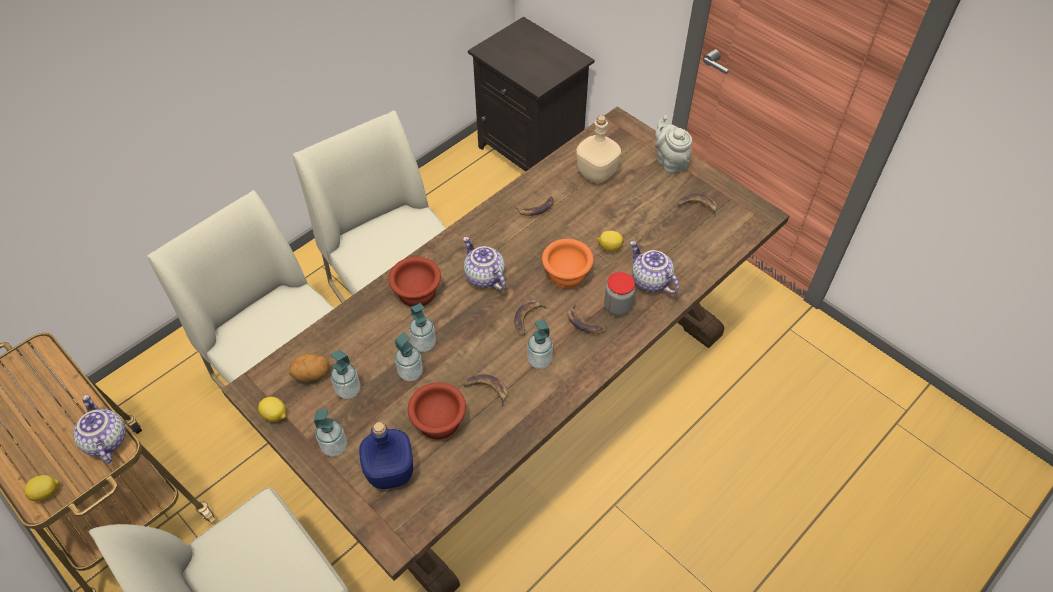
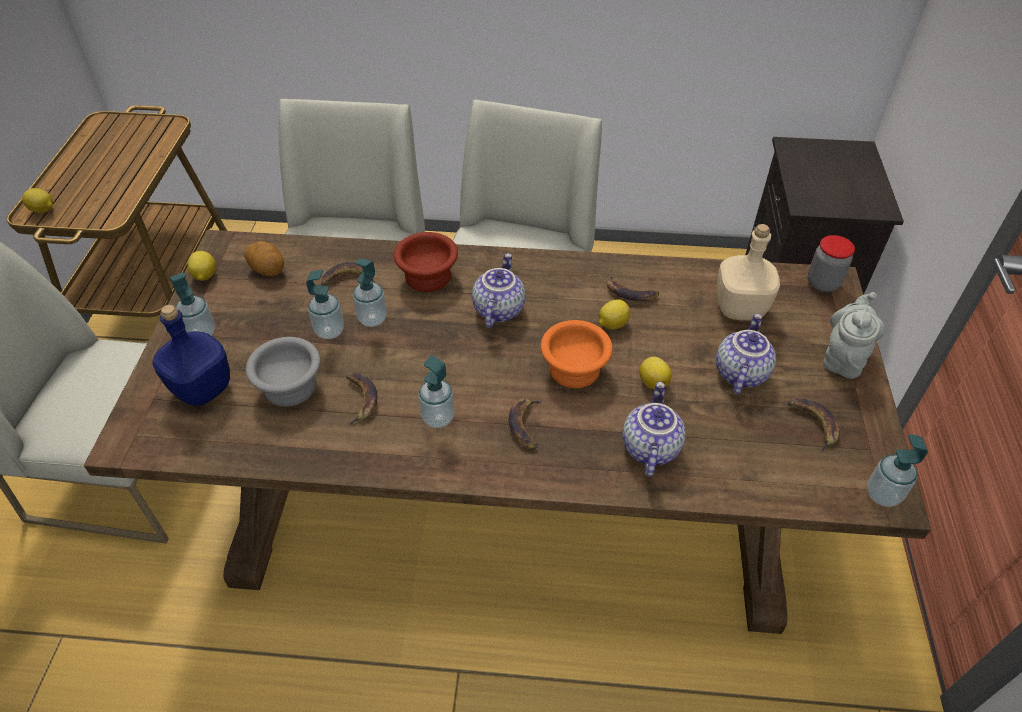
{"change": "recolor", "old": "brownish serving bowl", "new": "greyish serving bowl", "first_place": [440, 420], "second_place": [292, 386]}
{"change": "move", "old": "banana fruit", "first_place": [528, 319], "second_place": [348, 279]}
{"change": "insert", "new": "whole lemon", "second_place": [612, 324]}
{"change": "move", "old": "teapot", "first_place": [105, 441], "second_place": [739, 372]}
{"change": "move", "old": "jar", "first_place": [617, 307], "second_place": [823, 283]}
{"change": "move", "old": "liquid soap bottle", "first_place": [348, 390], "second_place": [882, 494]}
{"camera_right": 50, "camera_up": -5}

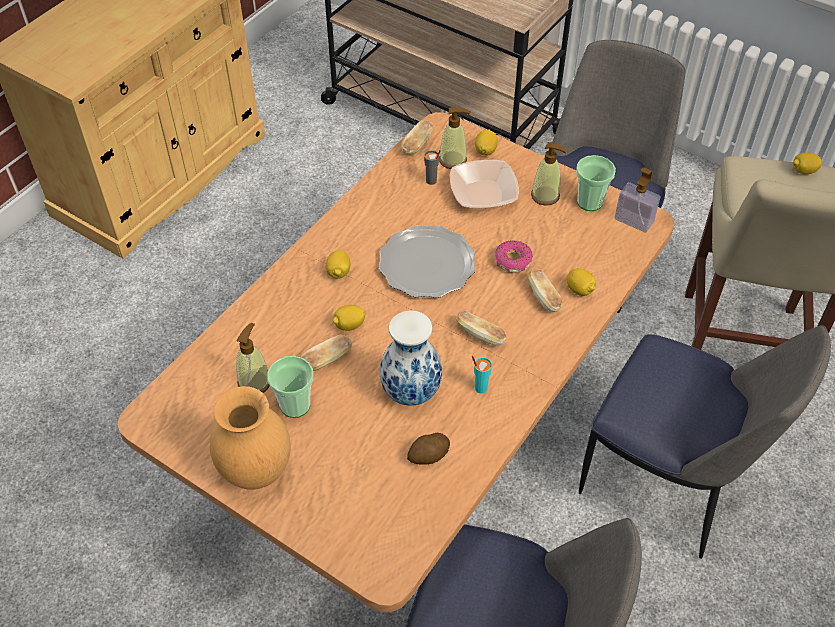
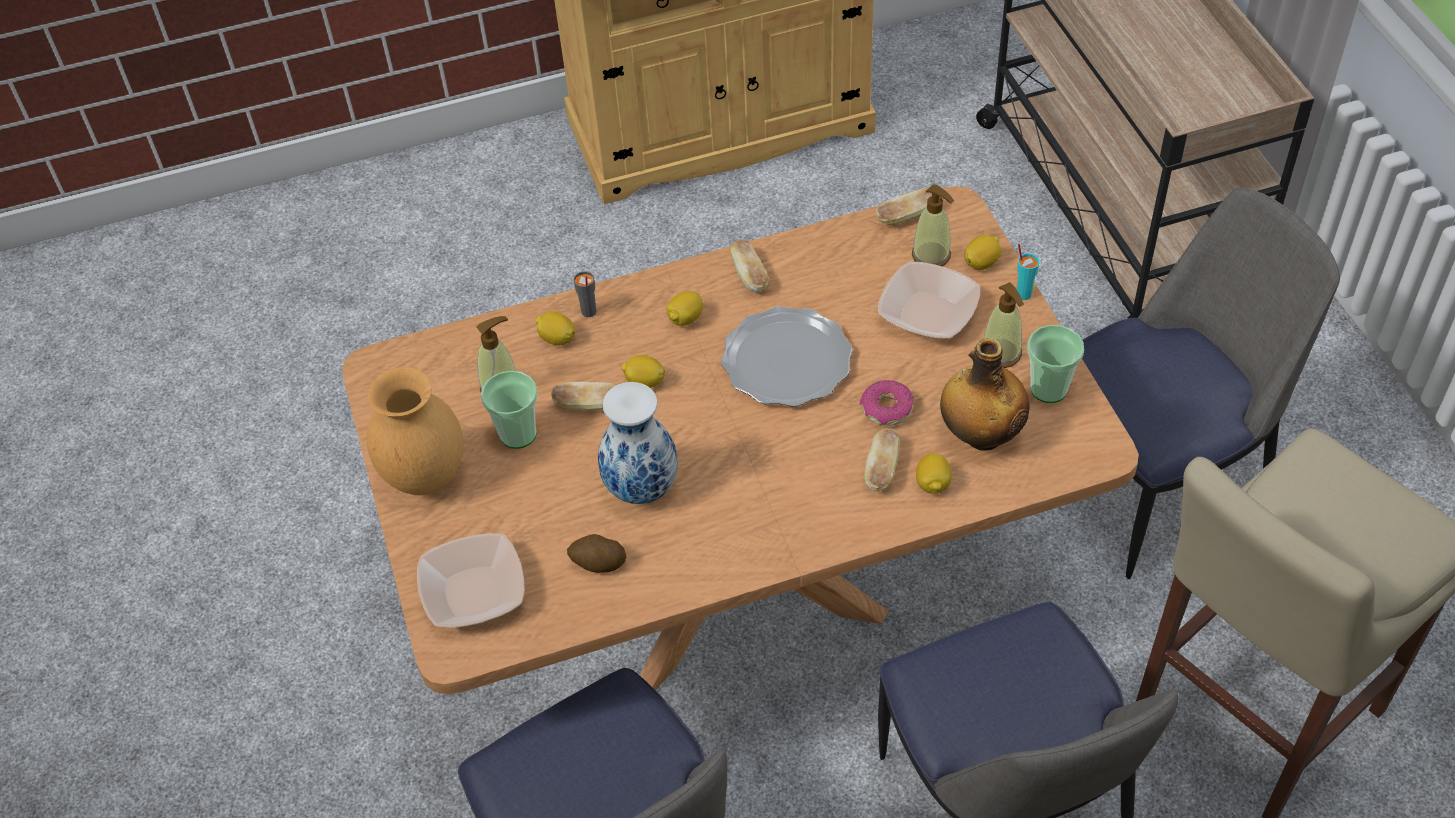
{"change": "insert", "new": "serving bowl", "second_place": [474, 592]}
{"change": "move", "old": "whole lemon", "first_place": [803, 171], "second_place": [557, 338]}
{"change": "move", "old": "greyish drinking cup", "first_place": [431, 181], "second_place": [588, 312]}
{"change": "move", "old": "baked bread", "first_place": [480, 335], "second_place": [750, 275]}
{"change": "insert", "new": "drink bottle", "second_place": [981, 434]}
{"change": "move", "old": "turquoise drinking cup", "first_place": [480, 388], "second_place": [1023, 294]}
{"change": "delete", "old": "liquid soap bottle", "first_place": [634, 220]}
{"camera_right": 40, "camera_up": 0}

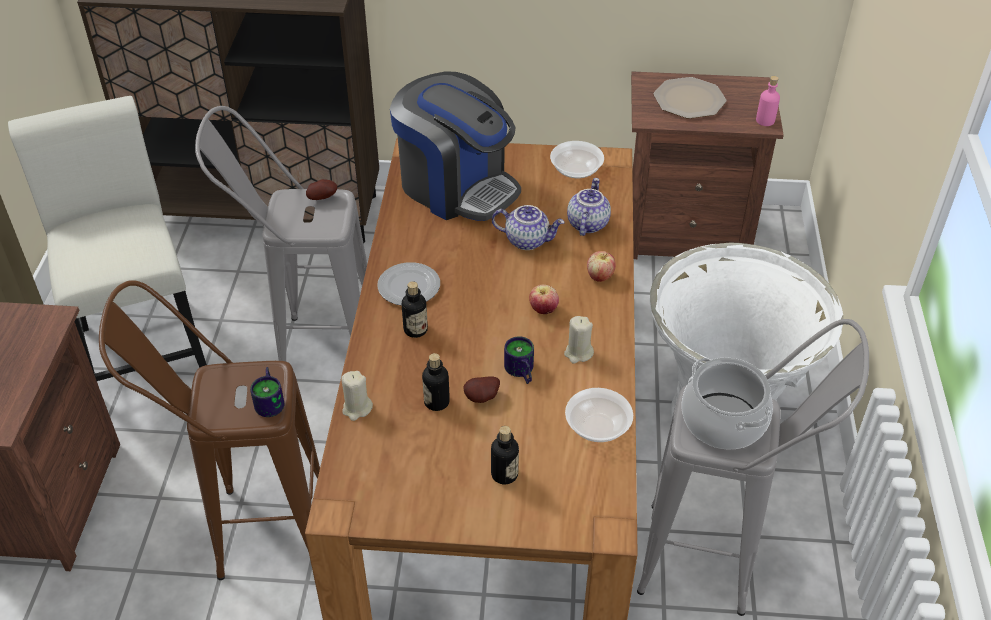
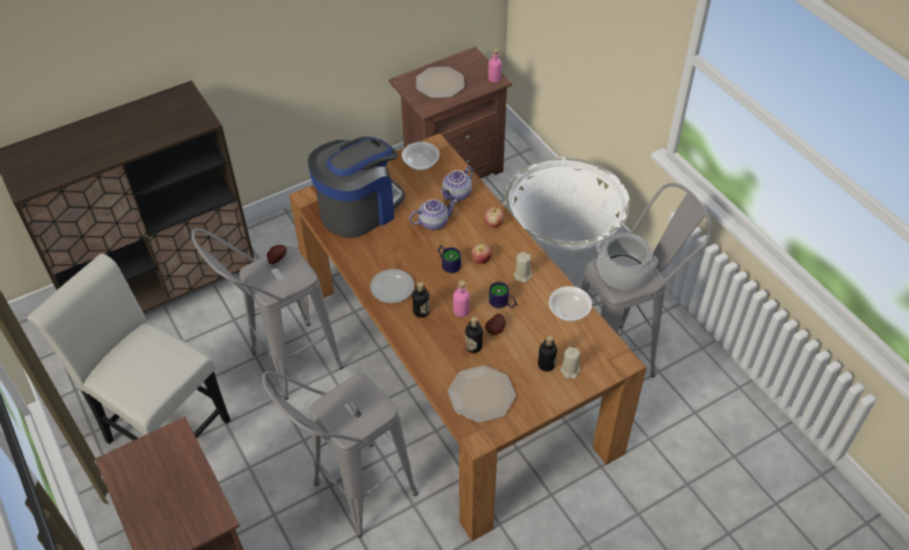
{"change": "recolor", "old": "brownish stool", "new": "greyish stool", "first_place": [251, 531], "second_place": [352, 498]}
{"change": "rotate", "old": "coffee machine", "first_place": [456, 186], "second_place": [359, 209], "degrees": -45}
{"change": "move", "old": "coffee mug", "first_place": [271, 400], "second_place": [449, 263]}
{"change": "rotate", "old": "teapot", "first_place": [586, 223], "second_place": [457, 194], "degrees": -120}
{"change": "insert", "new": "plate", "second_place": [480, 394]}
{"change": "insert", "new": "pinkish drink bottle", "second_place": [461, 310]}
{"change": "move", "old": "beige wax light", "first_place": [357, 408], "second_place": [570, 370]}
{"camera_right": -35, "camera_up": 5}

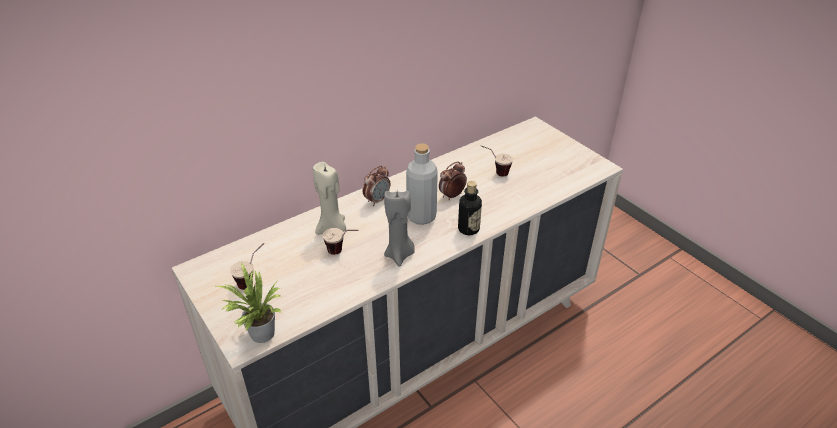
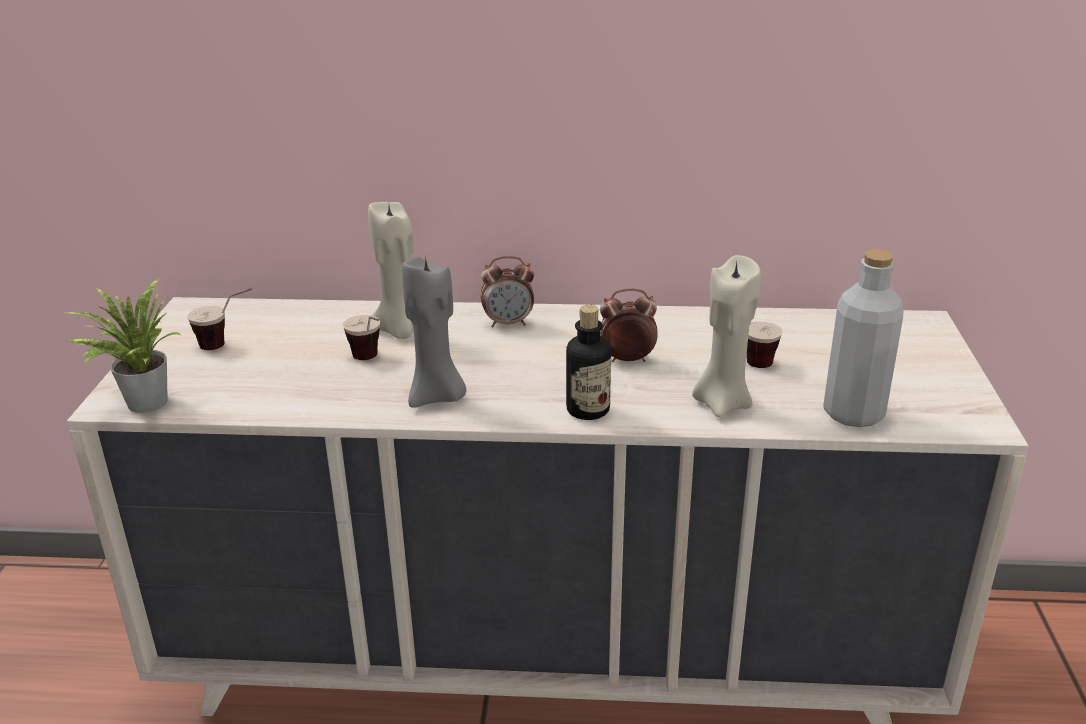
{"change": "insert", "new": "beige wax light", "second_place": [722, 403]}
{"change": "move", "old": "greyish drink bottle", "first_place": [421, 216], "second_place": [853, 413]}
{"camera_right": 40, "camera_up": -10}

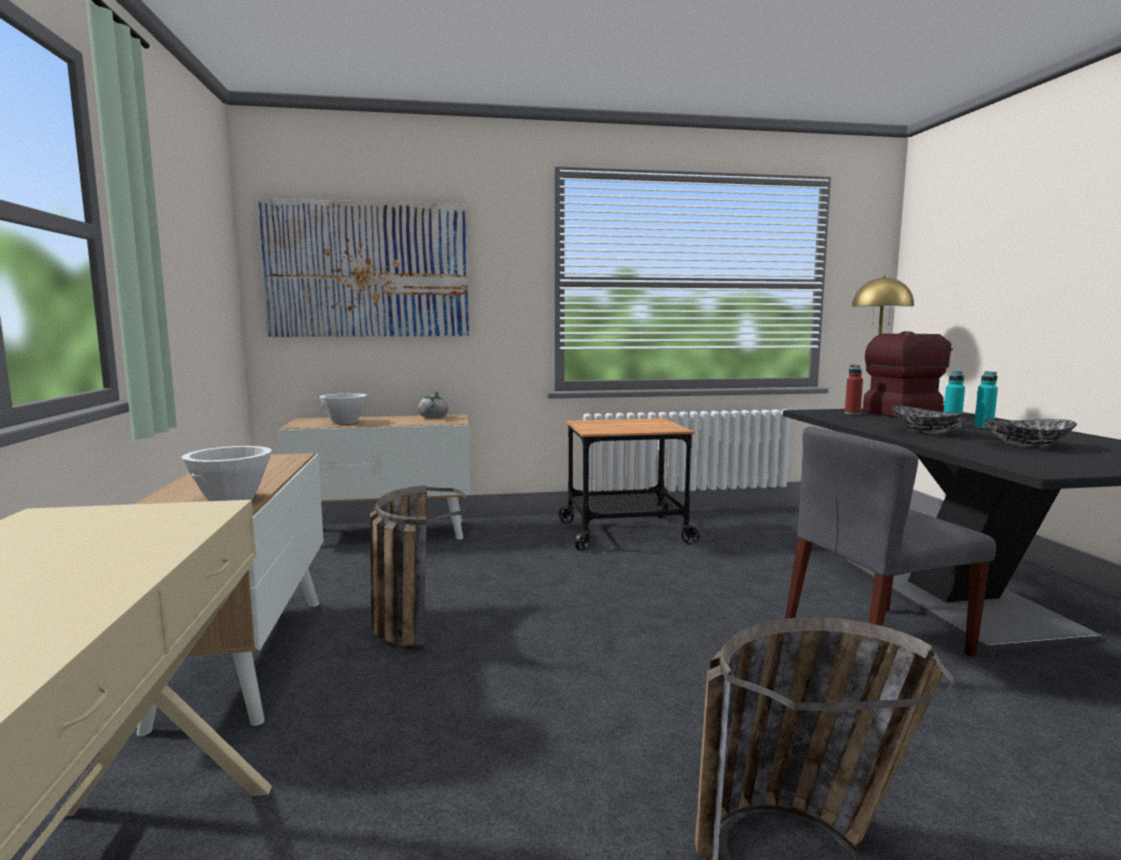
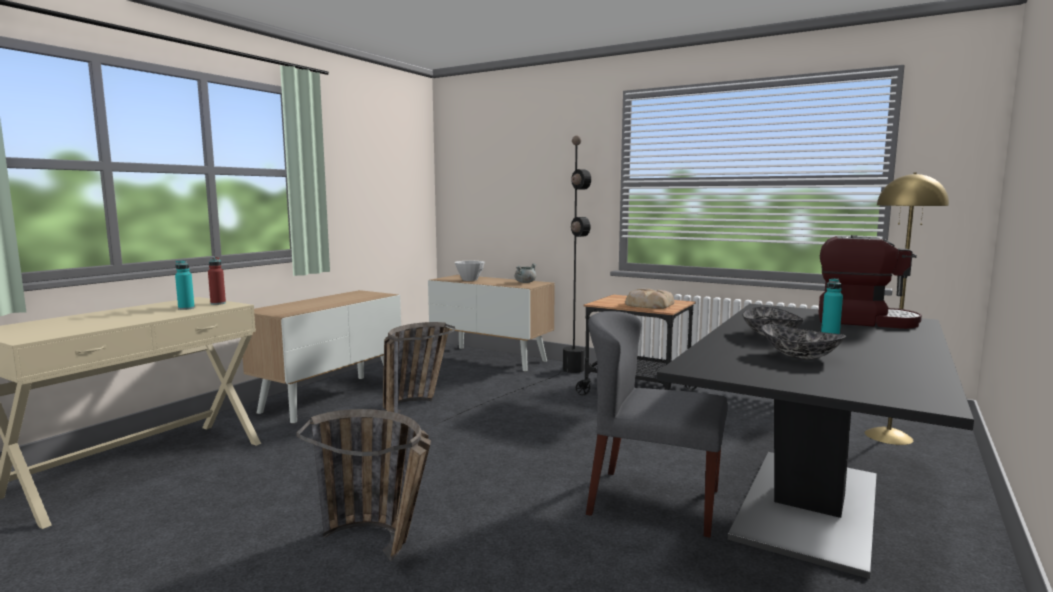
{"change": "move", "old": "turquoise drink bottle", "first_place": [983, 427], "second_place": [186, 308]}
{"change": "move", "old": "red drink bottle", "first_place": [852, 413], "second_place": [218, 303]}
{"change": "insert", "new": "blackish standing lamp", "second_place": [537, 384]}
{"change": "insert", "new": "baked bread", "second_place": [648, 304]}
{"change": "delete", "old": "whitish serving bowl", "first_place": [232, 499]}
{"change": "delete", "old": "wall picture", "first_place": [368, 270]}
{"camera_right": 40, "camera_up": 0}

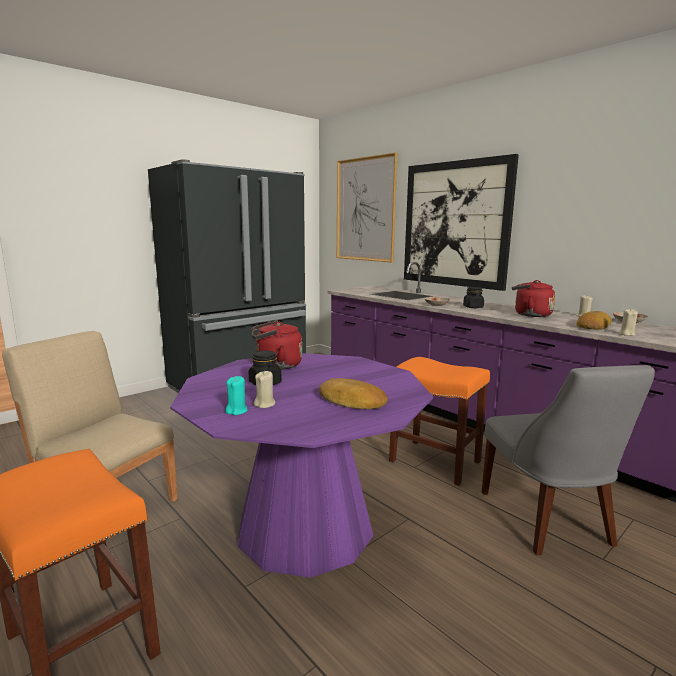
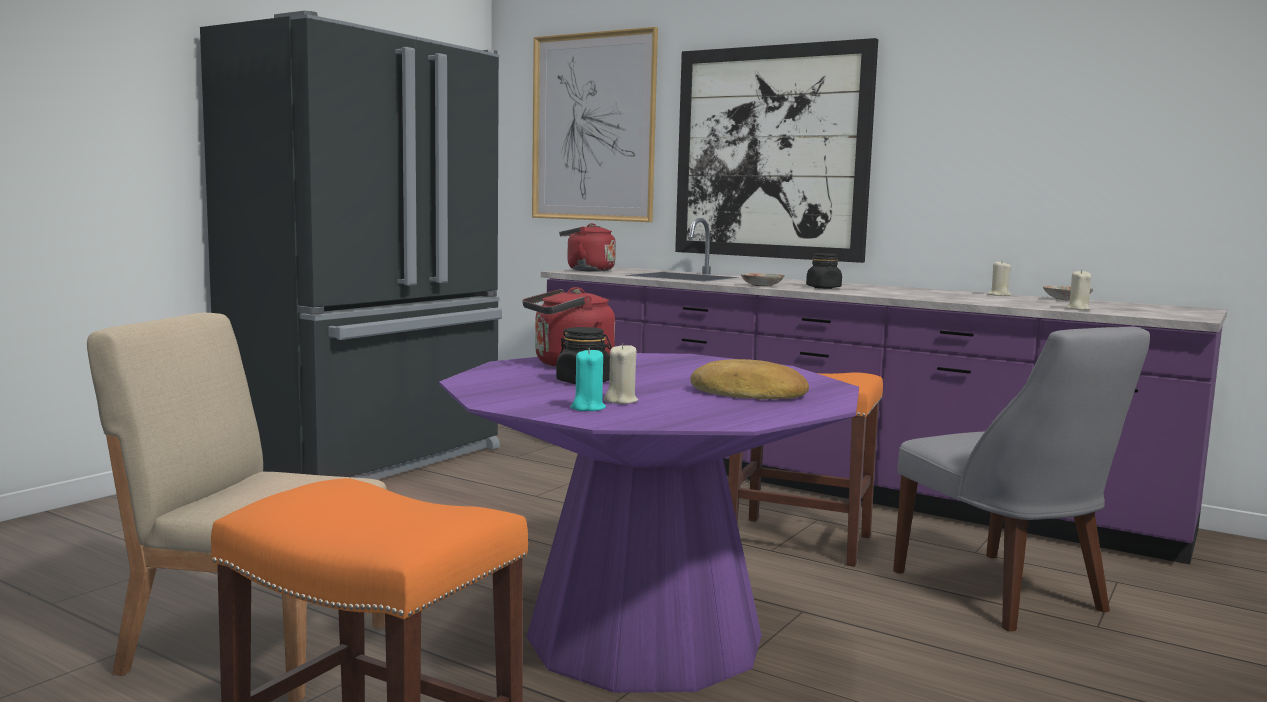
{"change": "move", "old": "red kettle", "first_place": [530, 315], "second_place": [587, 270]}
{"change": "delete", "old": "baked bread", "first_place": [592, 326]}
{"camera_right": -15, "camera_up": -5}

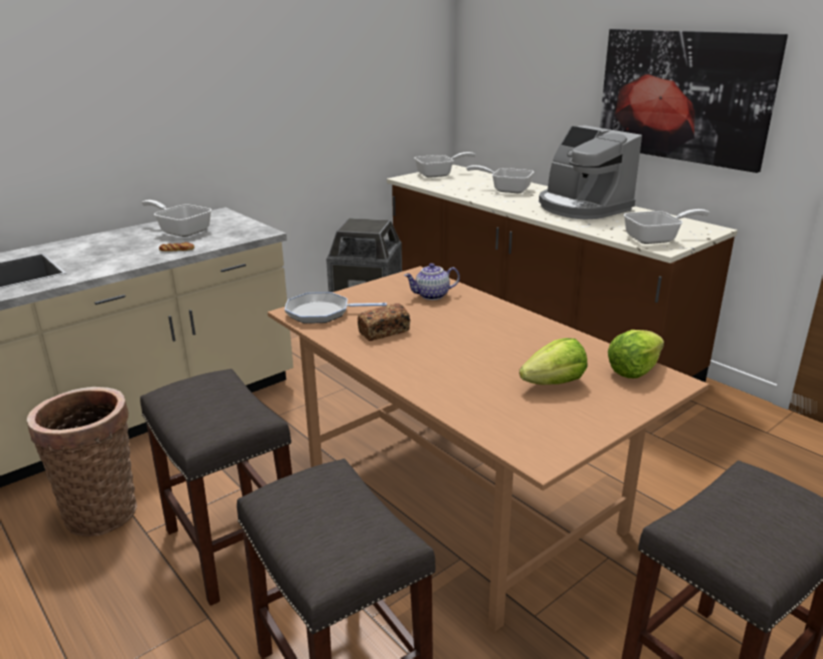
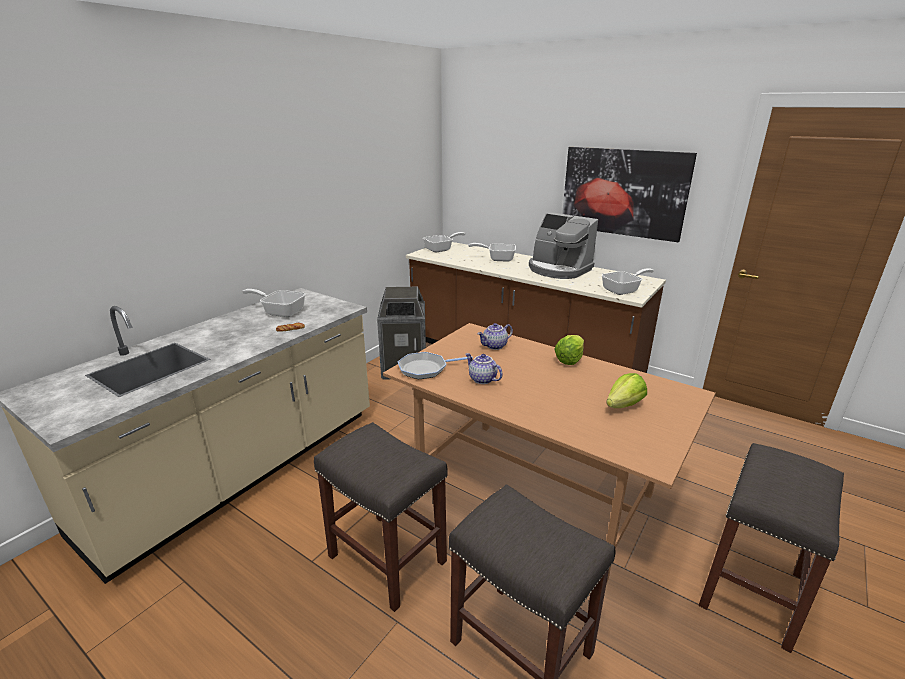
{"change": "replace", "old": "baked bread", "new": "teapot", "first_place": [384, 332], "second_place": [482, 379]}
{"change": "move", "old": "head of lettuce", "first_place": [634, 370], "second_place": [569, 360]}
{"change": "delete", "old": "basket", "first_place": [102, 510]}
{"camera_right": -15, "camera_up": 0}

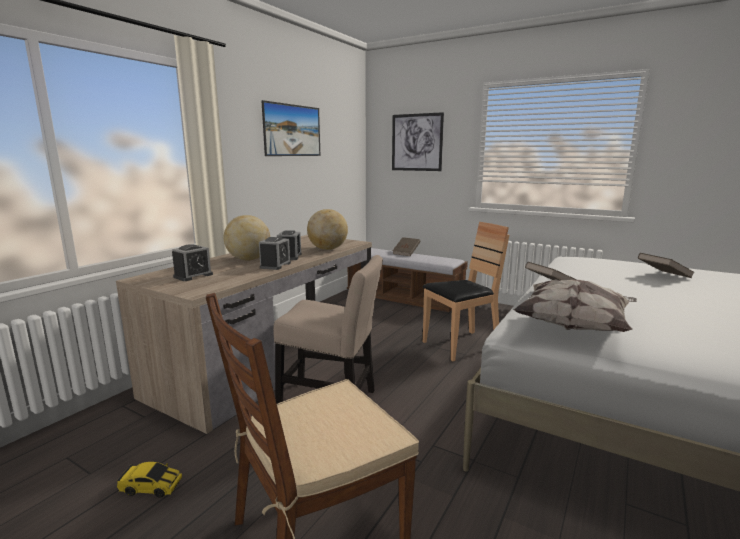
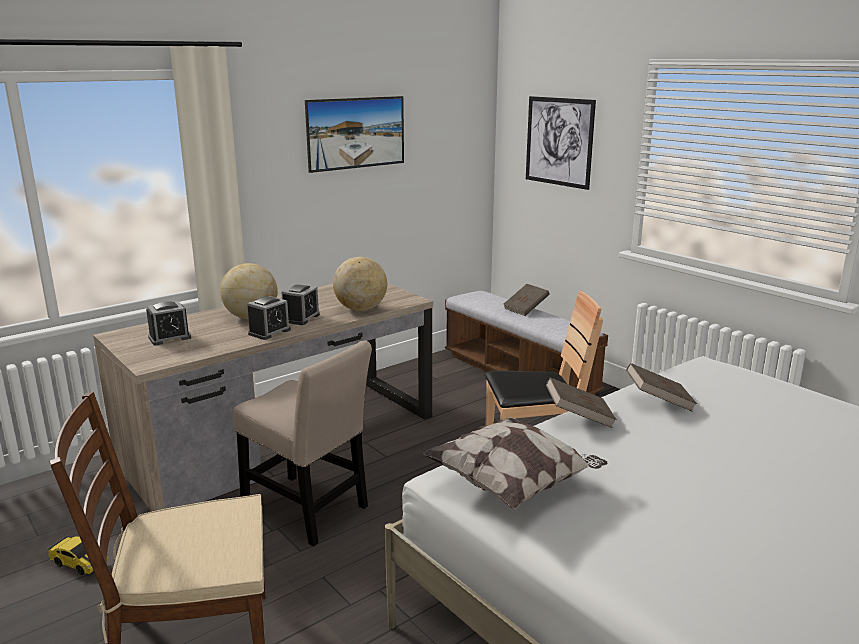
{"change": "move", "old": "brownish book", "first_place": [663, 276], "second_place": [658, 401]}
{"camera_right": 20, "camera_up": 5}

